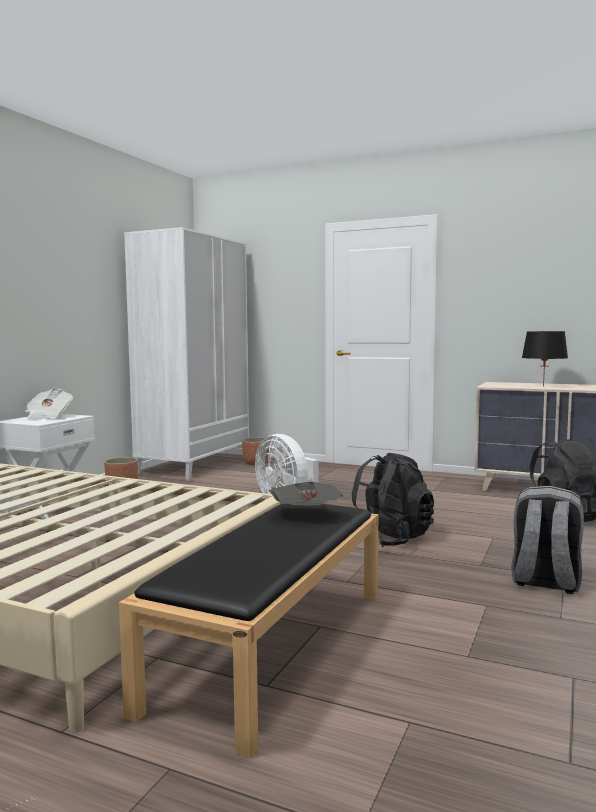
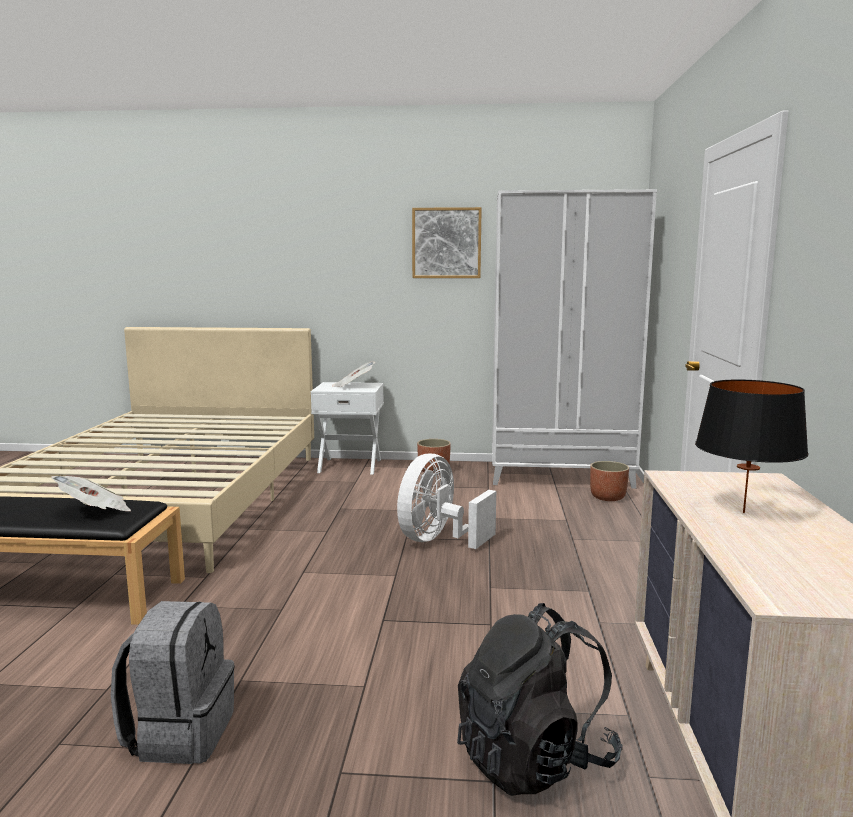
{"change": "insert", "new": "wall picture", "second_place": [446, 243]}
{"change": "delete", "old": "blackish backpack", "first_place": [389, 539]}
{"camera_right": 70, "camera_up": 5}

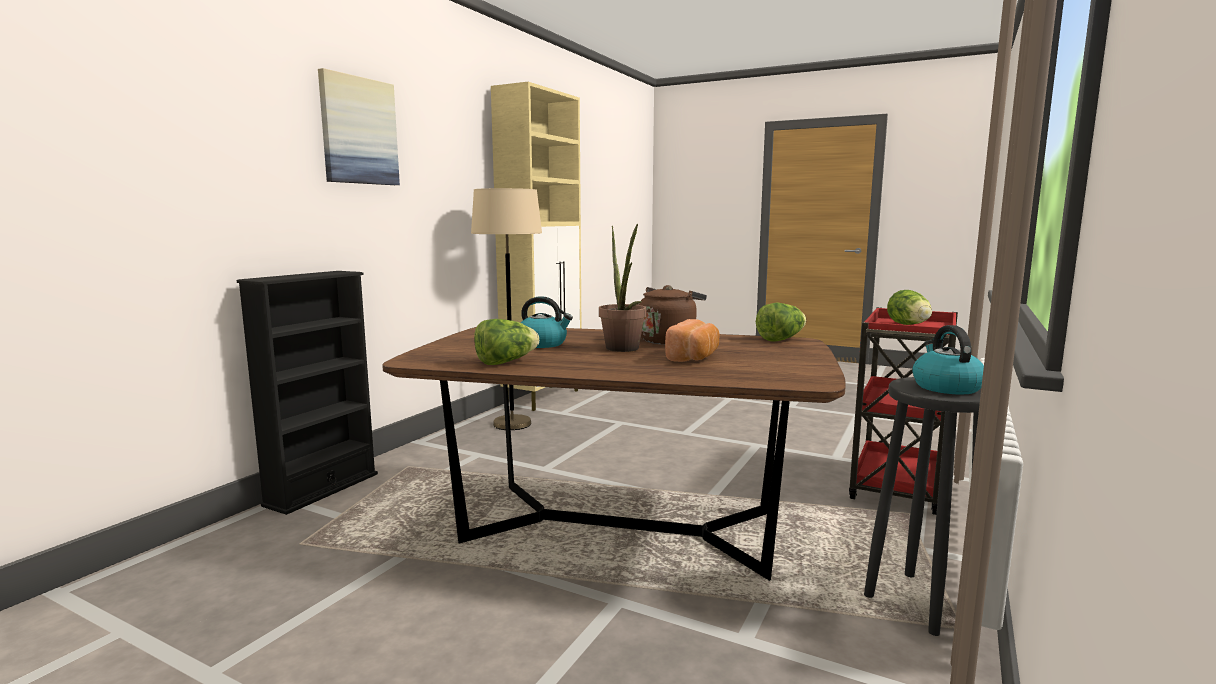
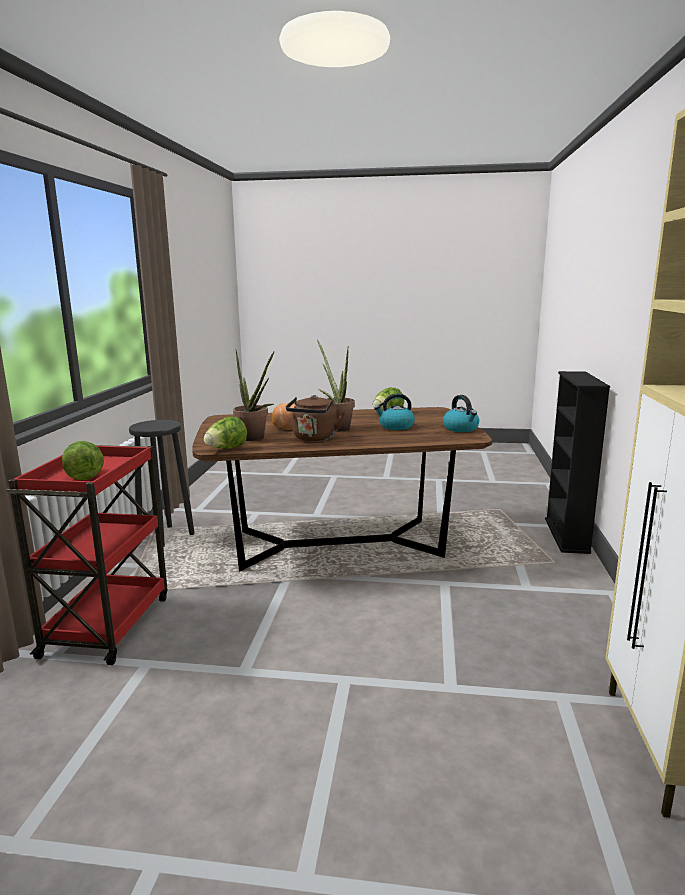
{"change": "insert", "new": "houseplant", "second_place": [255, 439]}
{"change": "move", "old": "kettle", "first_place": [945, 387], "second_place": [461, 429]}
{"change": "delete", "old": "wall picture", "first_place": [359, 131]}
{"change": "delete", "old": "beige standing lamp", "first_place": [512, 424]}
{"camera_right": 160, "camera_up": 5}

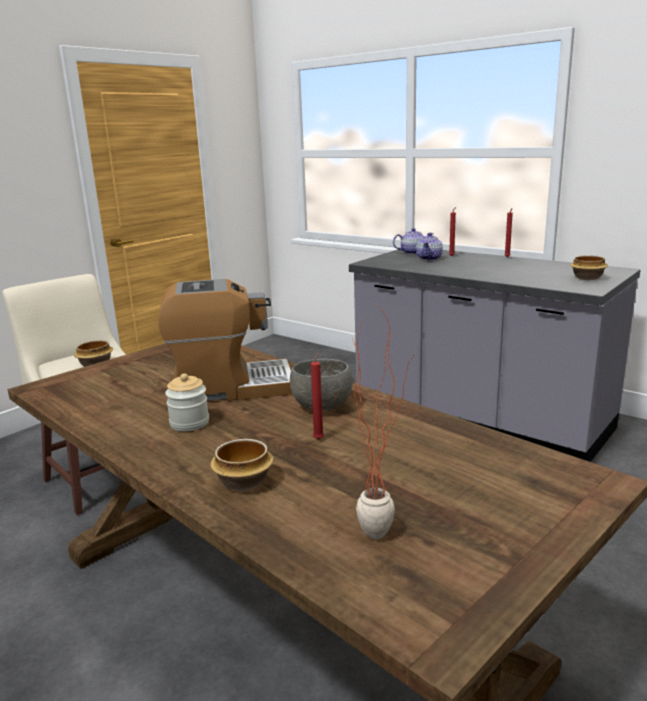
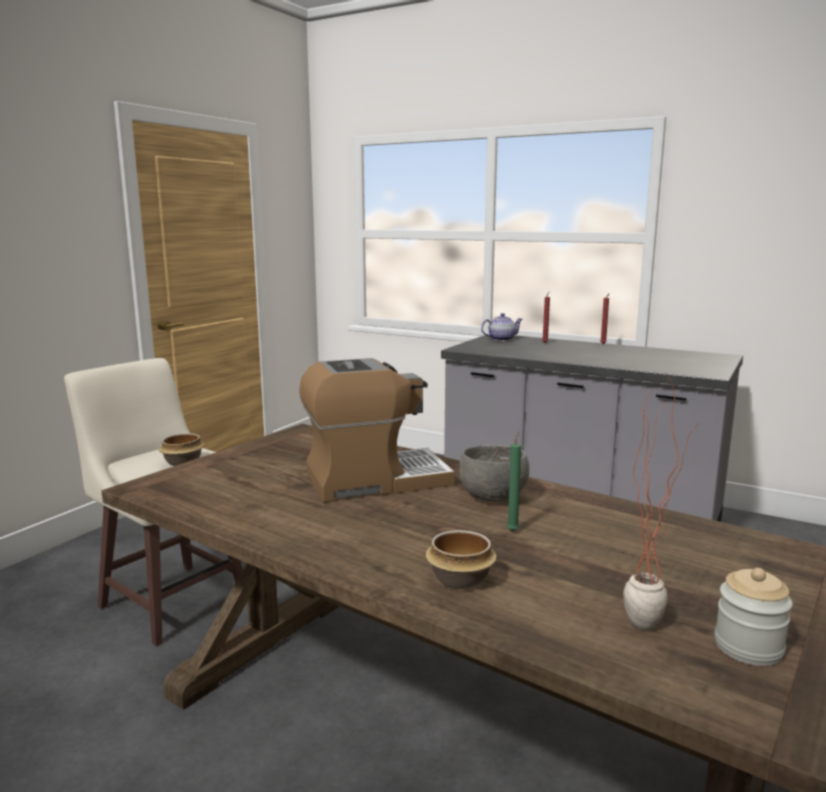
{"change": "recolor", "old": "red wax light", "new": "green wax light", "first_place": [319, 438], "second_place": [513, 530]}
{"change": "move", "old": "jar", "first_place": [189, 423], "second_place": [748, 647]}
{"change": "delete", "old": "teapot", "first_place": [429, 258]}
{"change": "delete", "old": "serving bowl", "first_place": [588, 278]}
{"camera_right": -10, "camera_up": -5}

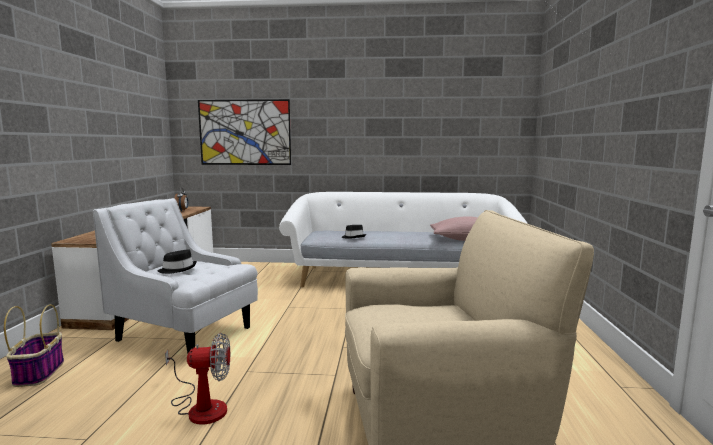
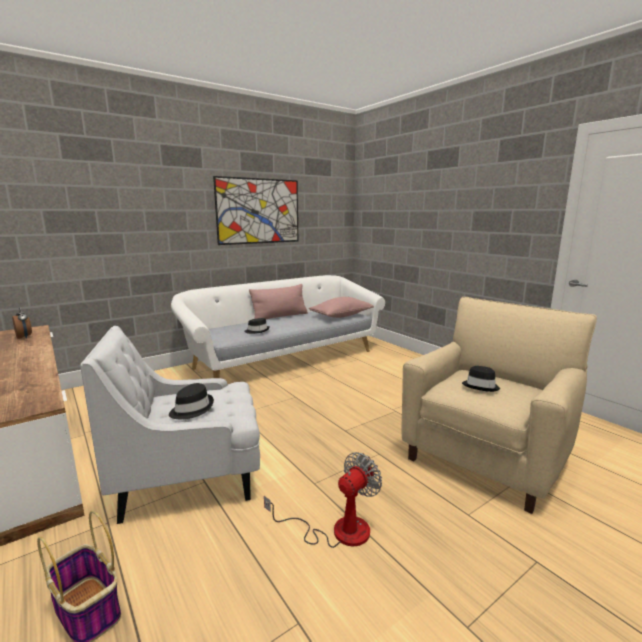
{"change": "move", "old": "wall picture", "first_place": [244, 132], "second_place": [259, 211]}
{"change": "insert", "new": "pinkish throw pillow", "second_place": [280, 316]}
{"change": "insert", "new": "blackish hat", "second_place": [481, 386]}
{"camera_right": -40, "camera_up": 5}

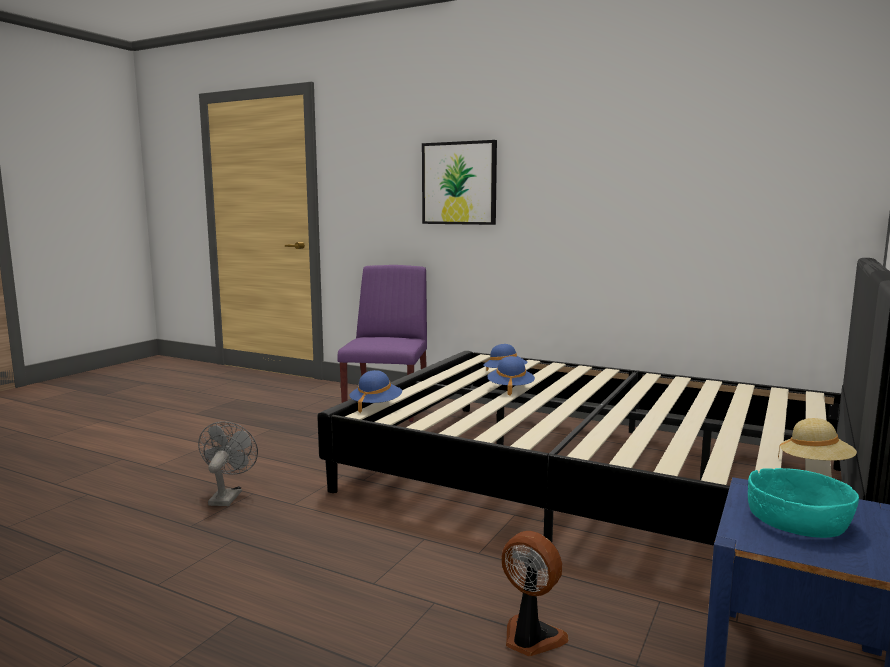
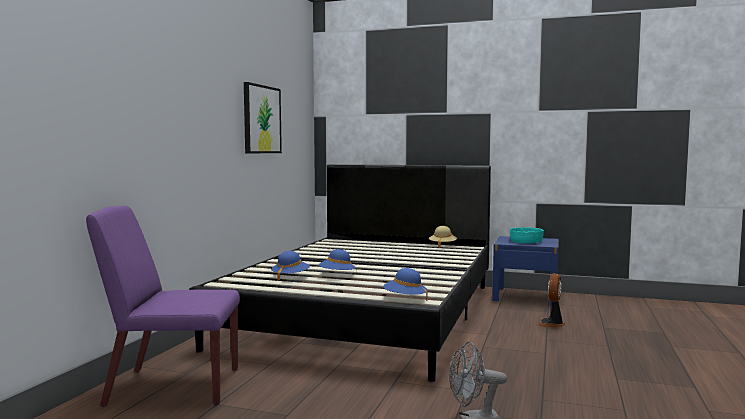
{"change": "move", "old": "wall picture", "first_place": [459, 183], "second_place": [261, 119]}
{"camera_right": -100, "camera_up": -5}

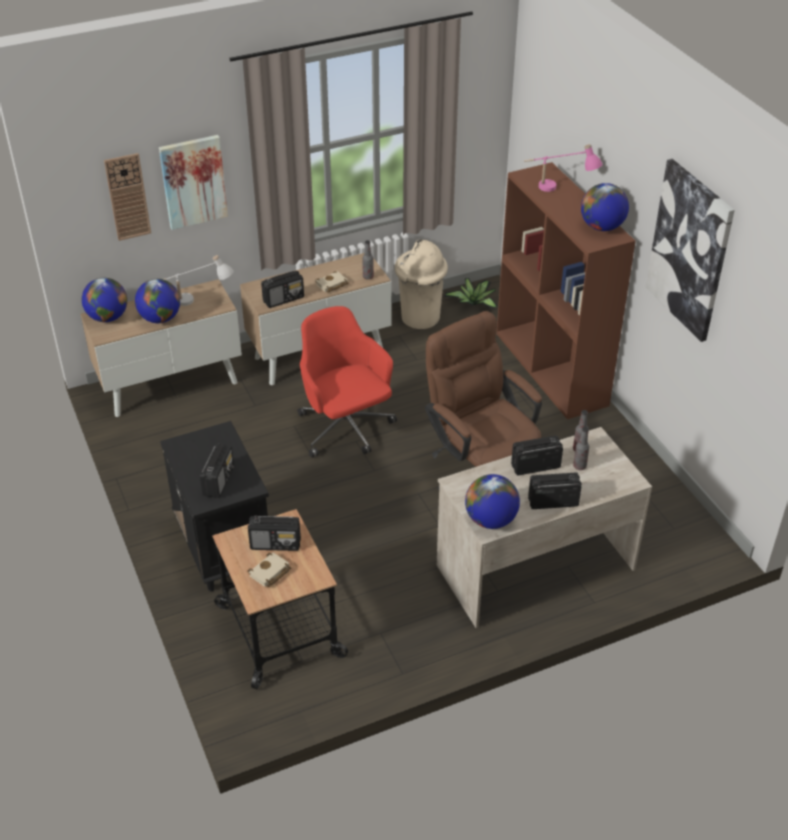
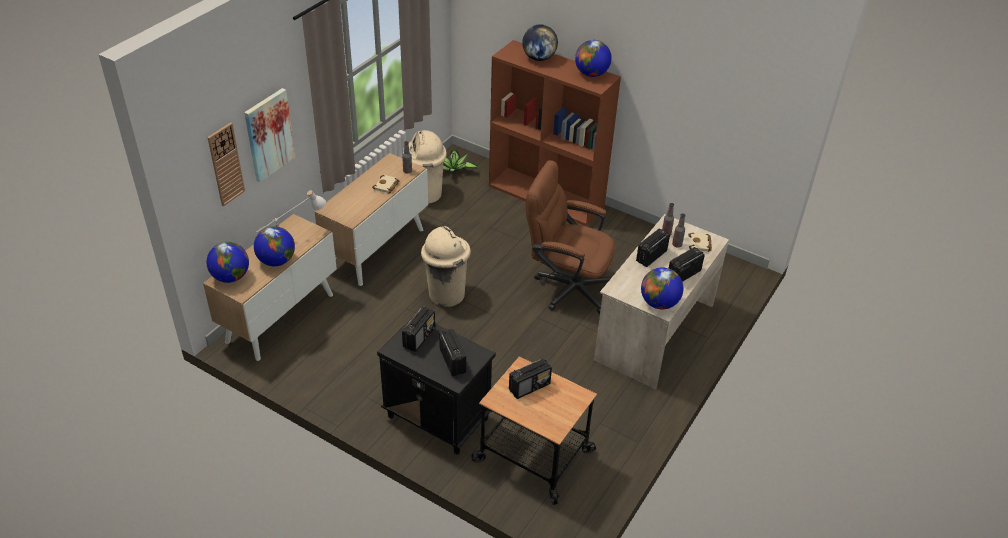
{"change": "move", "old": "radio set", "first_place": [284, 299], "second_place": [419, 337]}
{"change": "replace", "old": "red desk chair", "new": "beige rubbish bin", "first_place": [346, 429], "second_place": [446, 294]}
{"change": "replace", "old": "pinkish lamp for a table", "new": "desk globe", "first_place": [559, 191], "second_place": [539, 58]}
{"change": "move", "old": "beige book", "first_place": [270, 573], "second_place": [700, 244]}
{"change": "delete", "old": "wall picture", "first_place": [689, 250]}
{"camera_right": -35, "camera_up": 0}

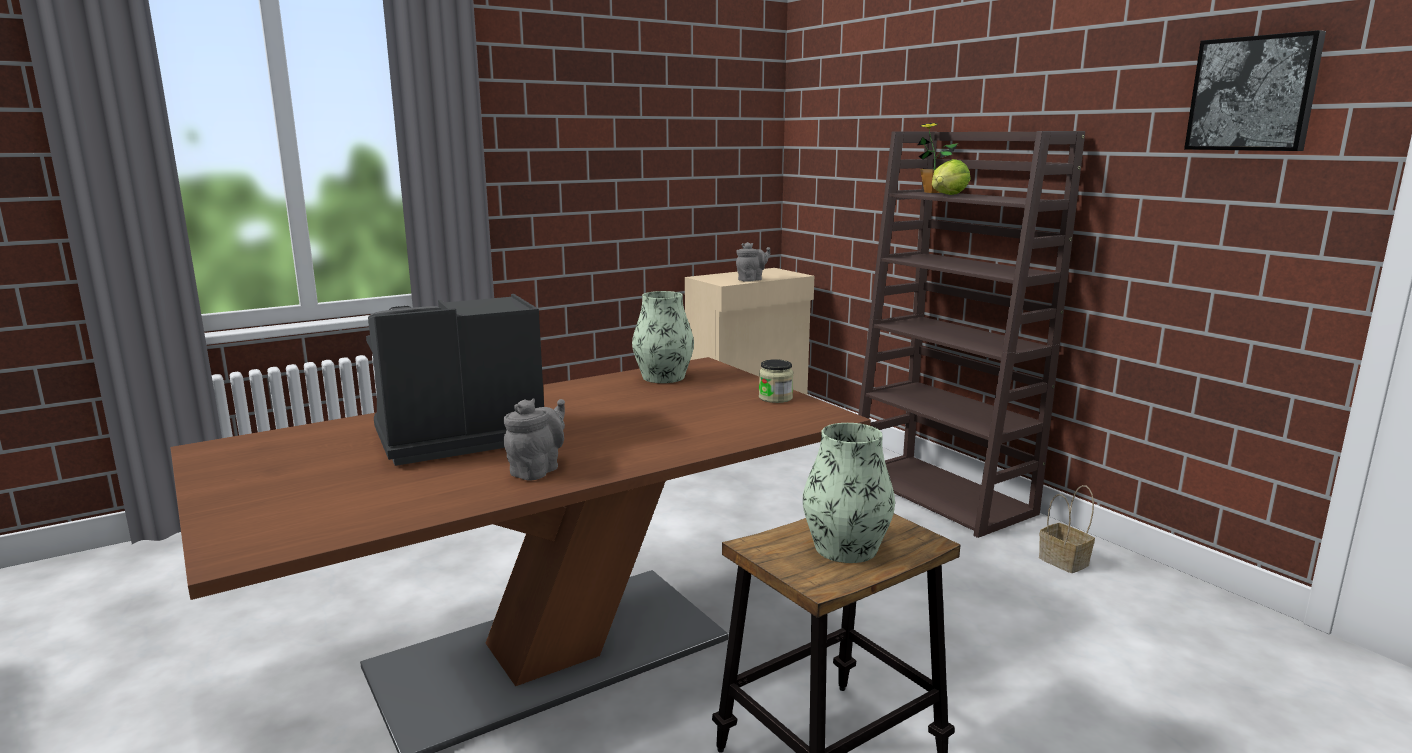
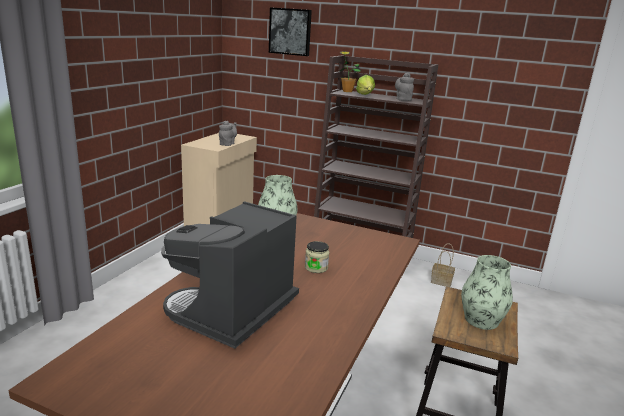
{"change": "move", "old": "wall picture", "first_place": [1253, 94], "second_place": [290, 31]}
{"change": "move", "old": "jar", "first_place": [775, 398], "second_place": [316, 268]}
{"change": "move", "old": "greyish teapot", "first_place": [537, 470], "second_place": [403, 99]}
{"camera_right": -35, "camera_up": 5}

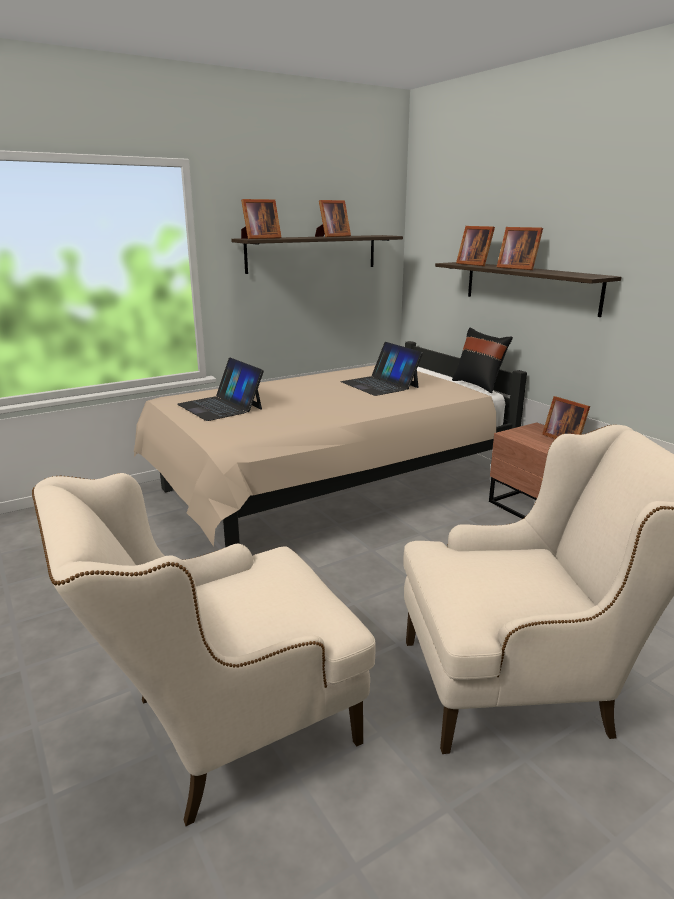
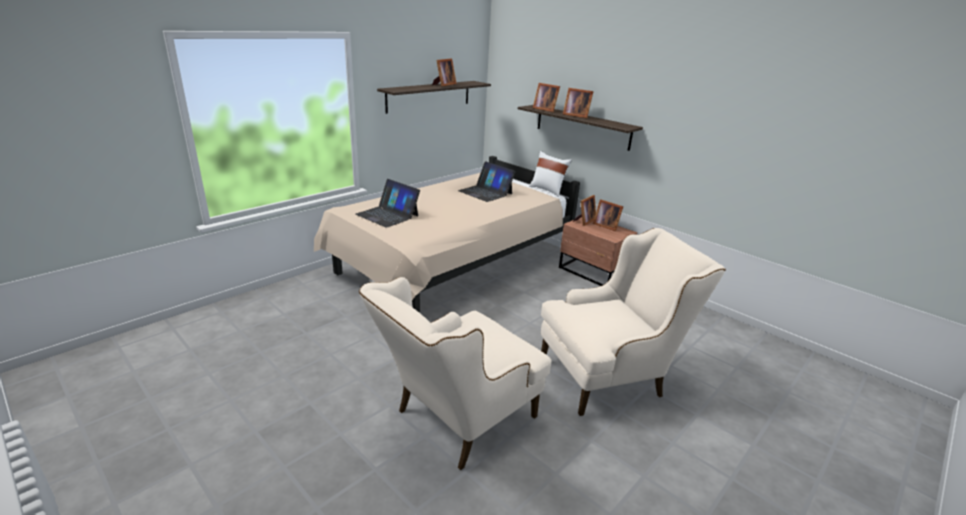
{"change": "recolor", "old": "blackish throw pillow", "new": "whitish throw pillow", "first_place": [479, 385], "second_place": [548, 190]}
{"change": "move", "old": "photo frame", "first_place": [259, 238], "second_place": [584, 221]}
{"camera_right": -15, "camera_up": 5}

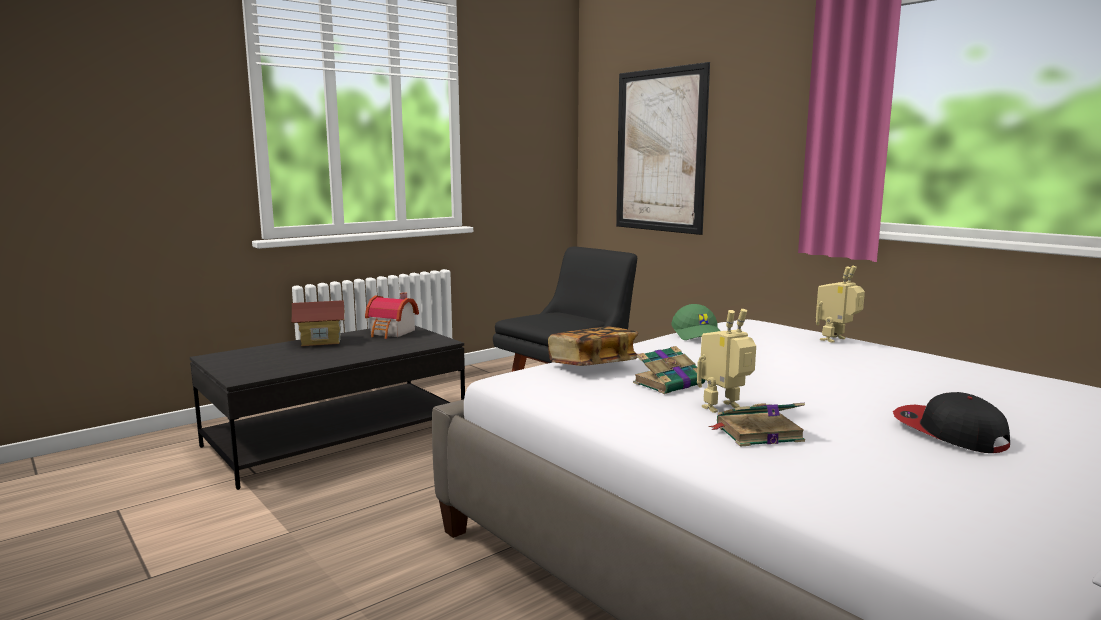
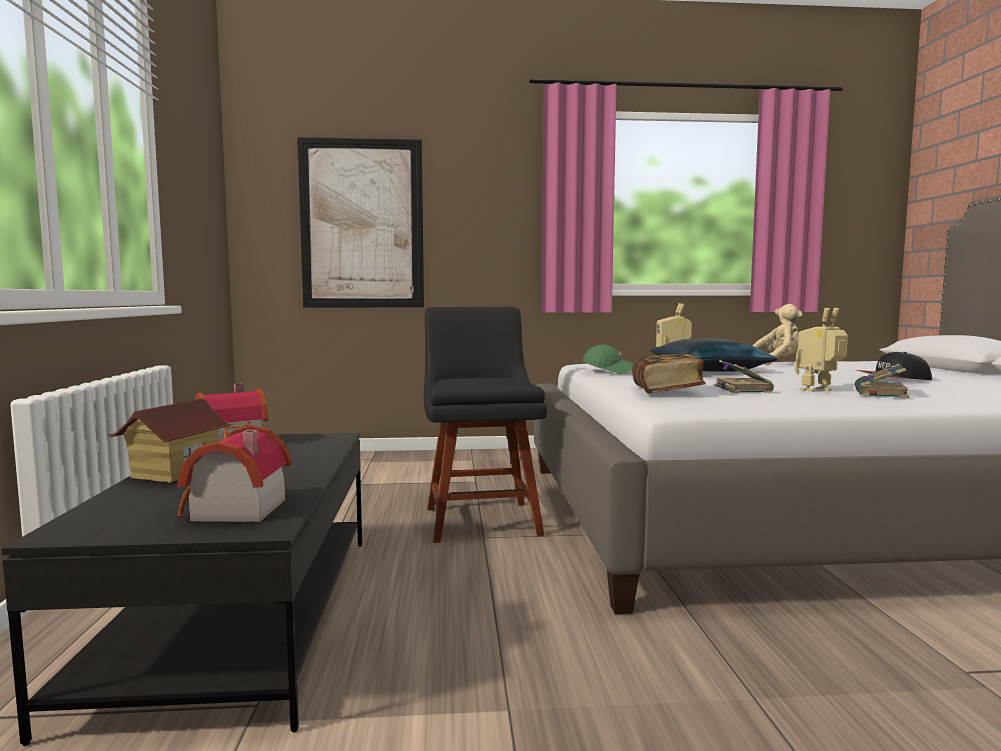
{"change": "insert", "new": "model house", "second_place": [232, 510]}
{"change": "insert", "new": "bluish throw pillow", "second_place": [710, 369]}
{"change": "insert", "new": "beige plush toy", "second_place": [776, 362]}
{"change": "rotate", "old": "robot figure", "first_place": [725, 409], "second_place": [819, 390], "degrees": 60}
{"camera_right": -55, "camera_up": -5}

